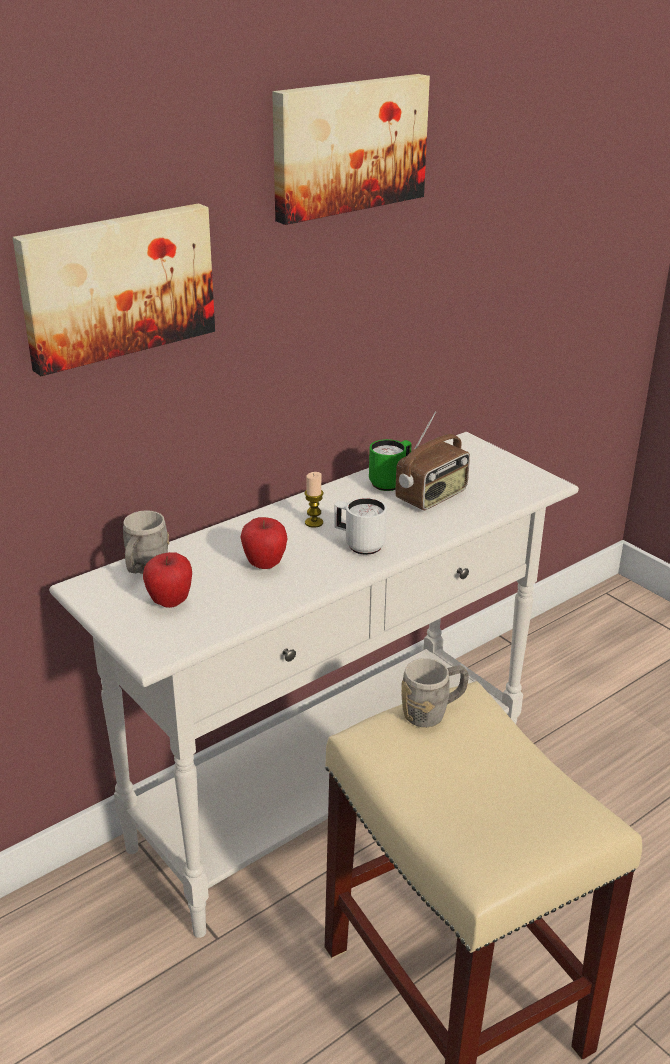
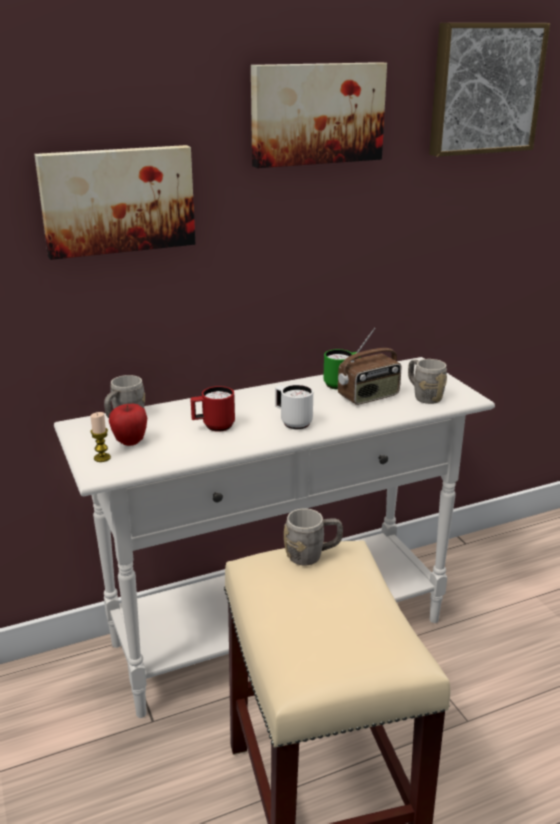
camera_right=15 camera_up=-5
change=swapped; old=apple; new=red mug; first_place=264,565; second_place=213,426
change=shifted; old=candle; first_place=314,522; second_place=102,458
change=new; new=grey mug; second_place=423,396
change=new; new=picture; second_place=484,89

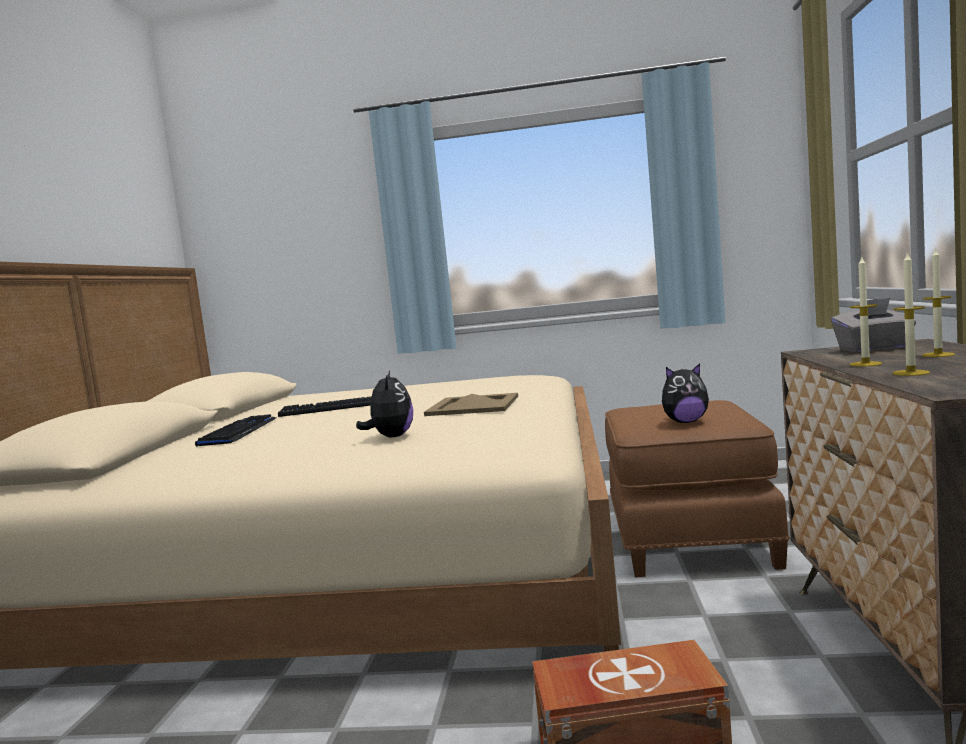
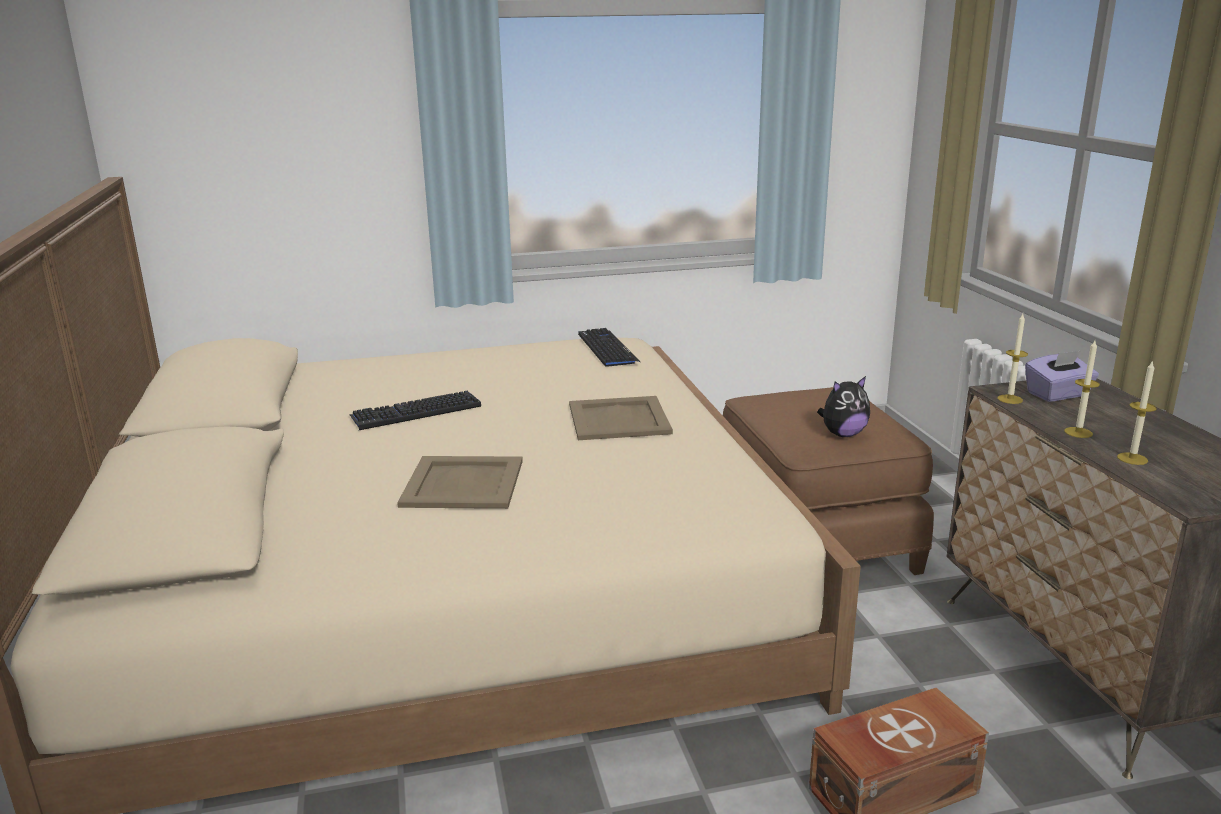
camera_right=-20 camera_up=15
change=shifted; old=keyboard; first_place=239,432; second_place=607,349
change=gone; old=plush toy; first_place=391,437
change=repainted; old=grey tissue box; new=purple tissue box; first_place=874,349; second_place=1058,395
change=shifted; old=candle; first_place=938,355; second_place=1010,399
change=new; new=beige tray; second_place=464,483

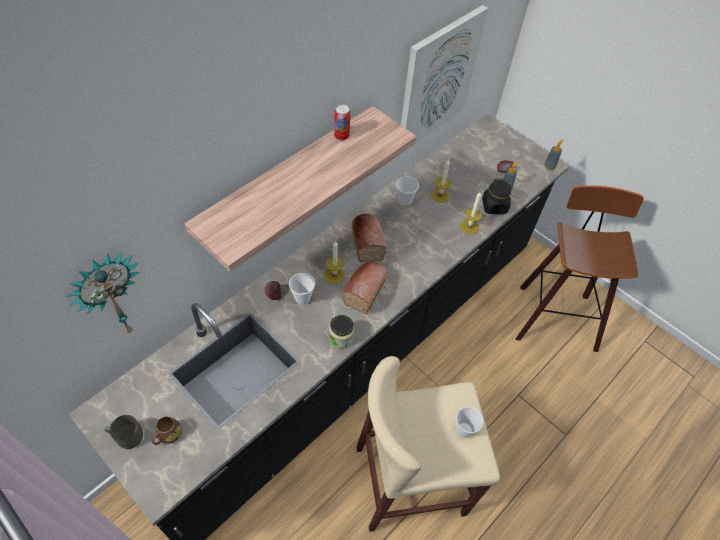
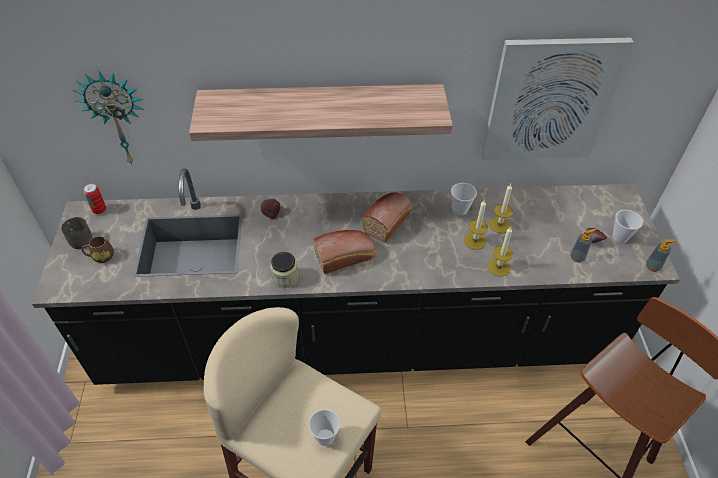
camera_right=45 camera_up=-5
change=shifted; old=cup; first_place=302,298; second_place=620,237
change=shifted; old=candle; first_place=334,275; second_place=475,241
change=shifted; old=can; first_place=341,136; second_place=99,210
change=gone; old=black jar; first_place=494,206

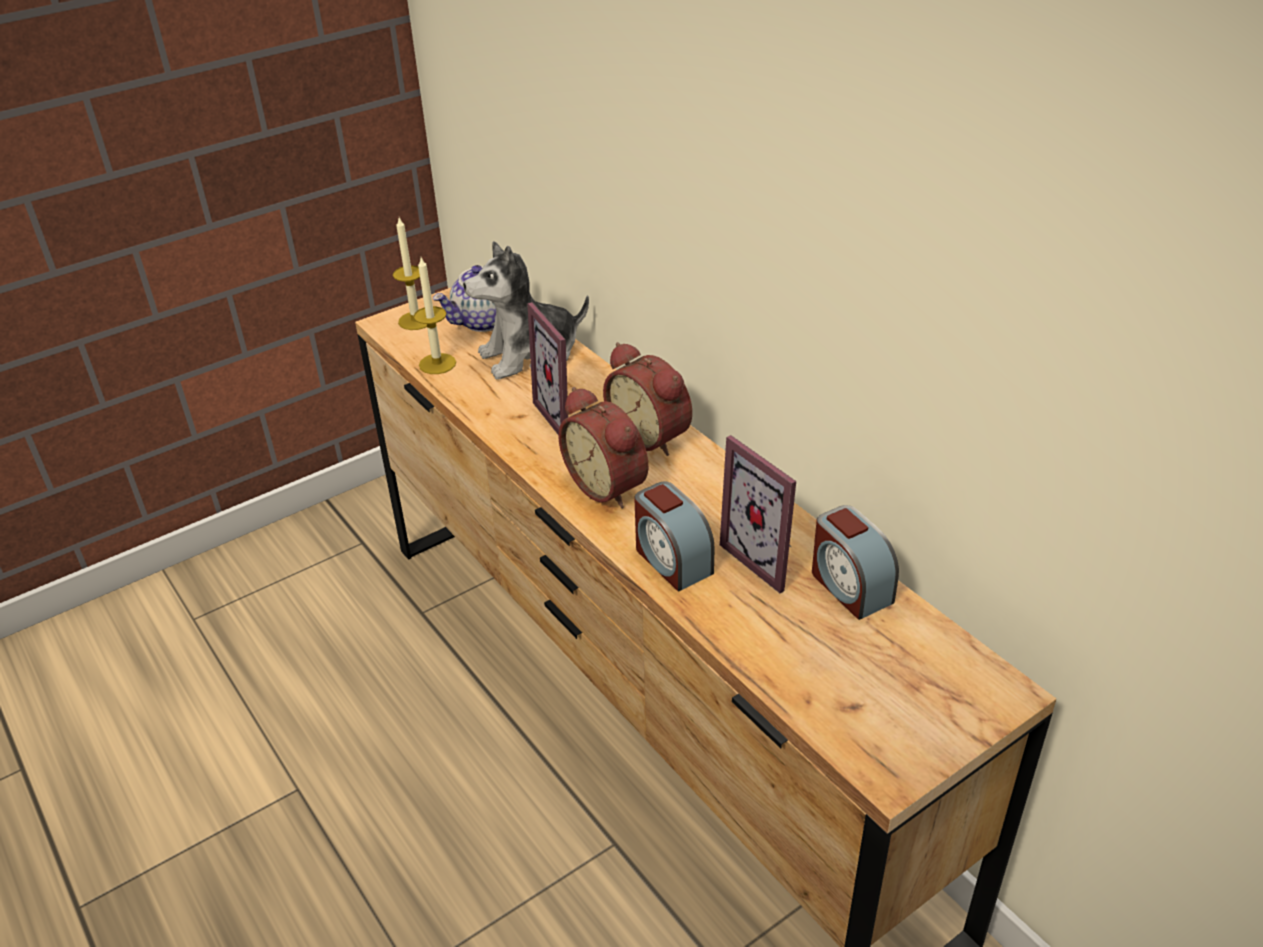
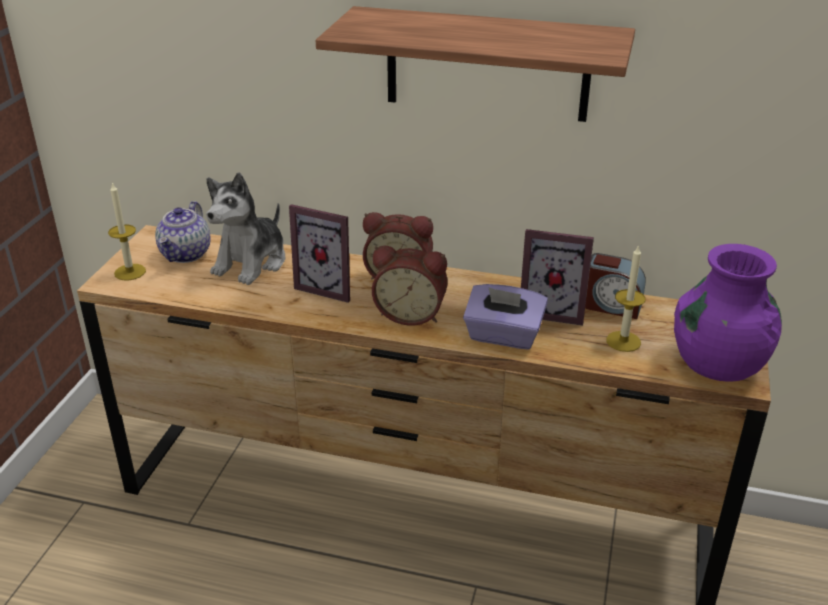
camera_right=-40 camera_up=-5
change=shifted; old=candle; first_place=437,364; second_place=623,341
change=swapped; old=alarm clock; new=purple tissue box; first_place=671,560; second_place=503,336
change=new; new=shelf; second_place=487,64
change=new; new=purple vase; second_place=717,365

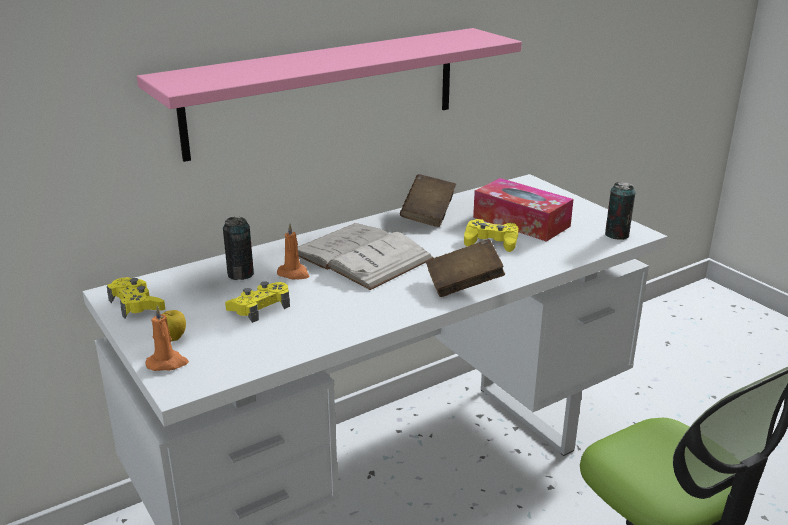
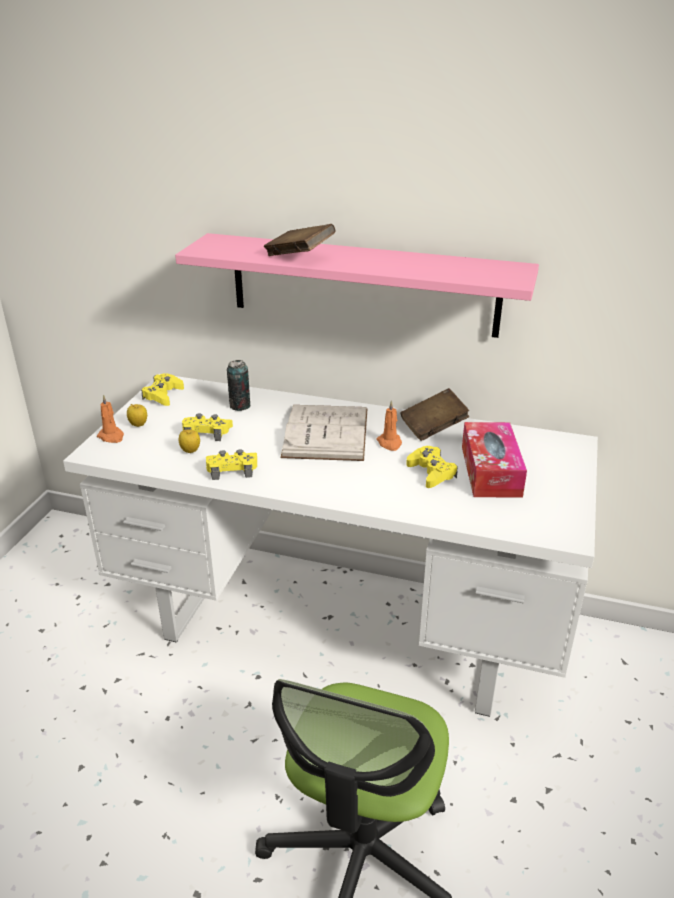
camera_right=50 camera_up=5
change=shifted; old=orange candle; first_place=294,274; second_place=390,443
change=shifted; old=brown book; first_place=464,284; second_place=299,256
change=gone; old=can; first_place=616,235
change=new; new=apple; second_place=190,451
change=new; new=yellow game controller; second_place=232,469

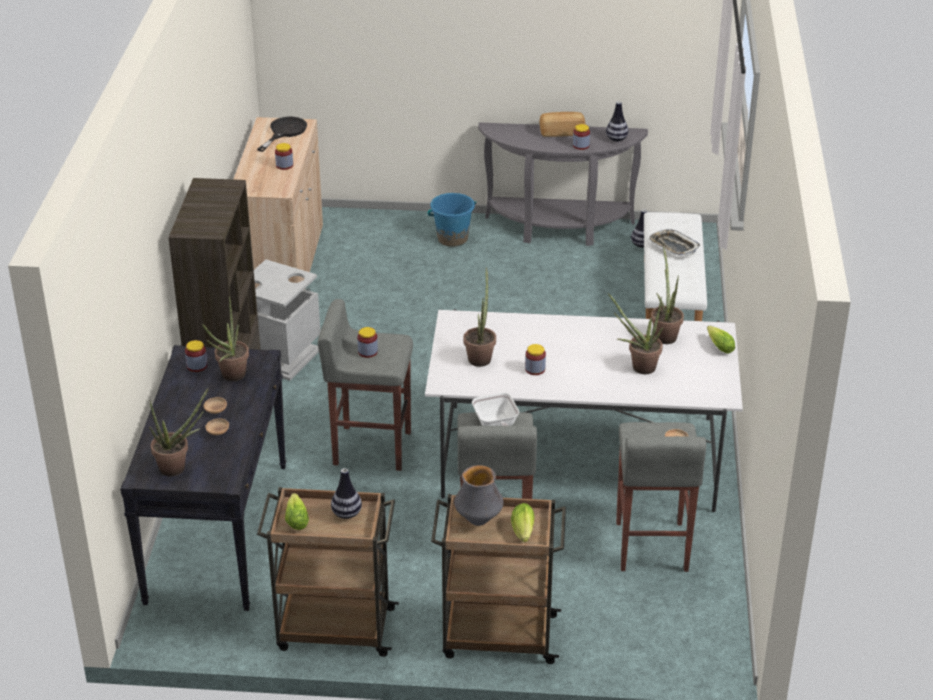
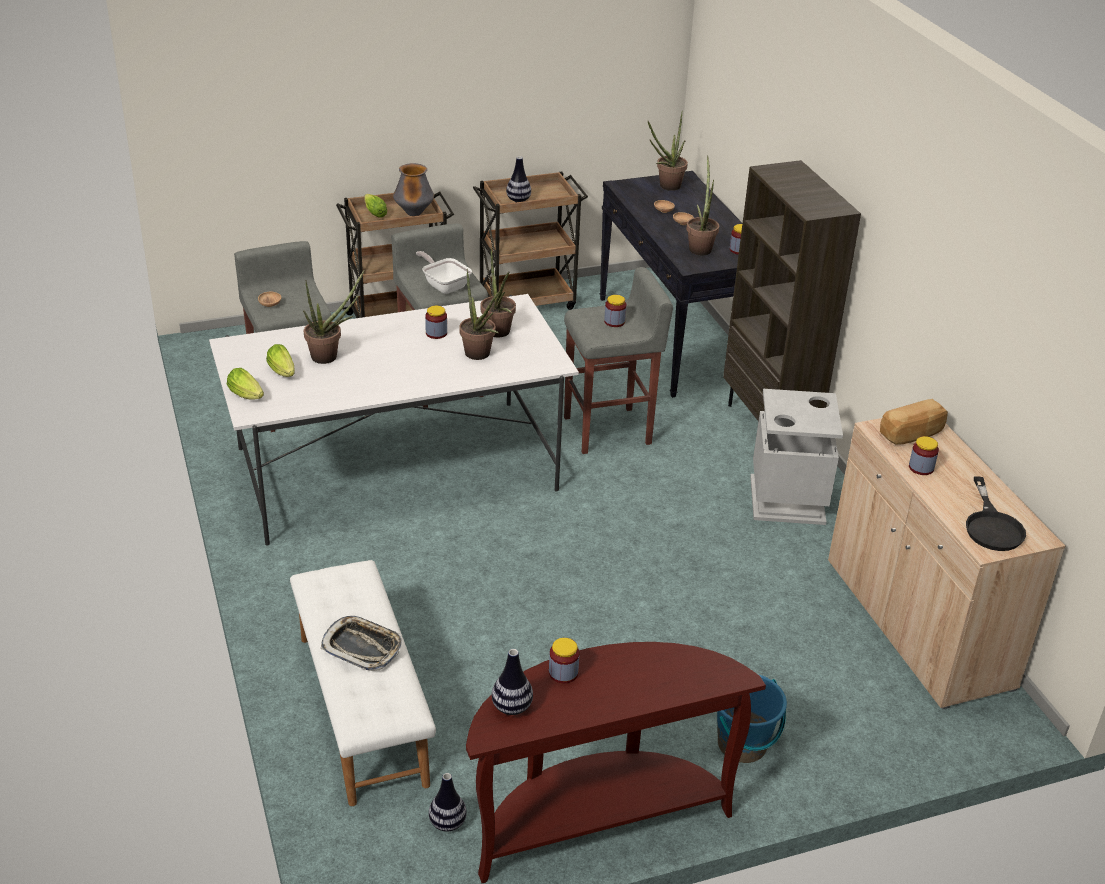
camera_right=155 camera_up=0
change=shifted; old=lettuce; first_place=296,518; second_place=283,372
change=repainted; old=grey console table; new=brown console table; first_place=558,229; second_place=596,818
change=shifted; old=bread; first_place=562,132; second_place=912,434
change=shifted; old=potted plant; first_place=664,334; second_place=480,356

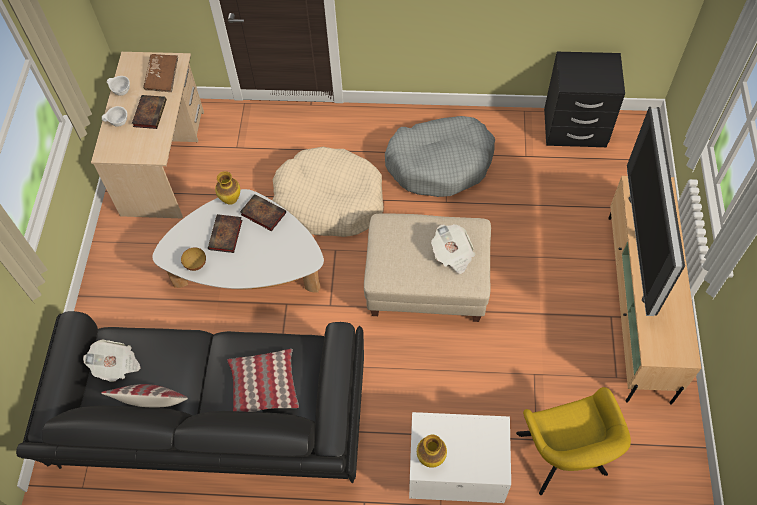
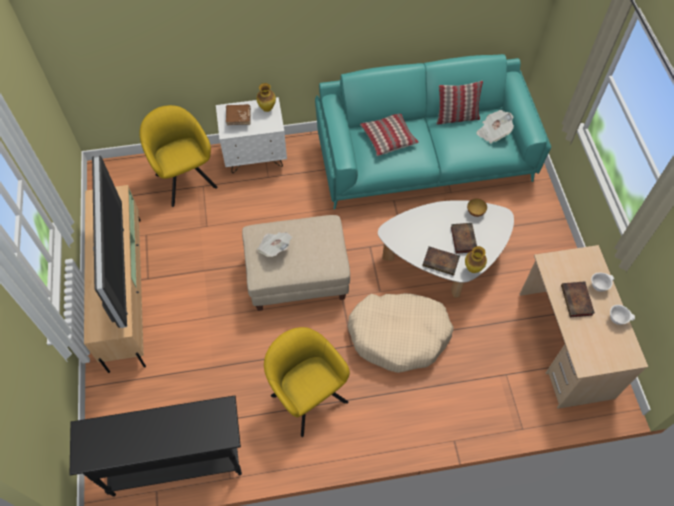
camera_right=165 camera_up=0
change=repainted; old=black sofa; new=turquoise sofa; first_place=212,421; second_place=424,158
change=shifted; old=brown book; first_place=163,78; second_place=238,118
change=swapped; old=grey dog bed; new=yellow armchair; first_place=440,163; second_place=307,395
change=swapped; old=black nightstand; new=black console table; first_place=574,129; second_place=175,464

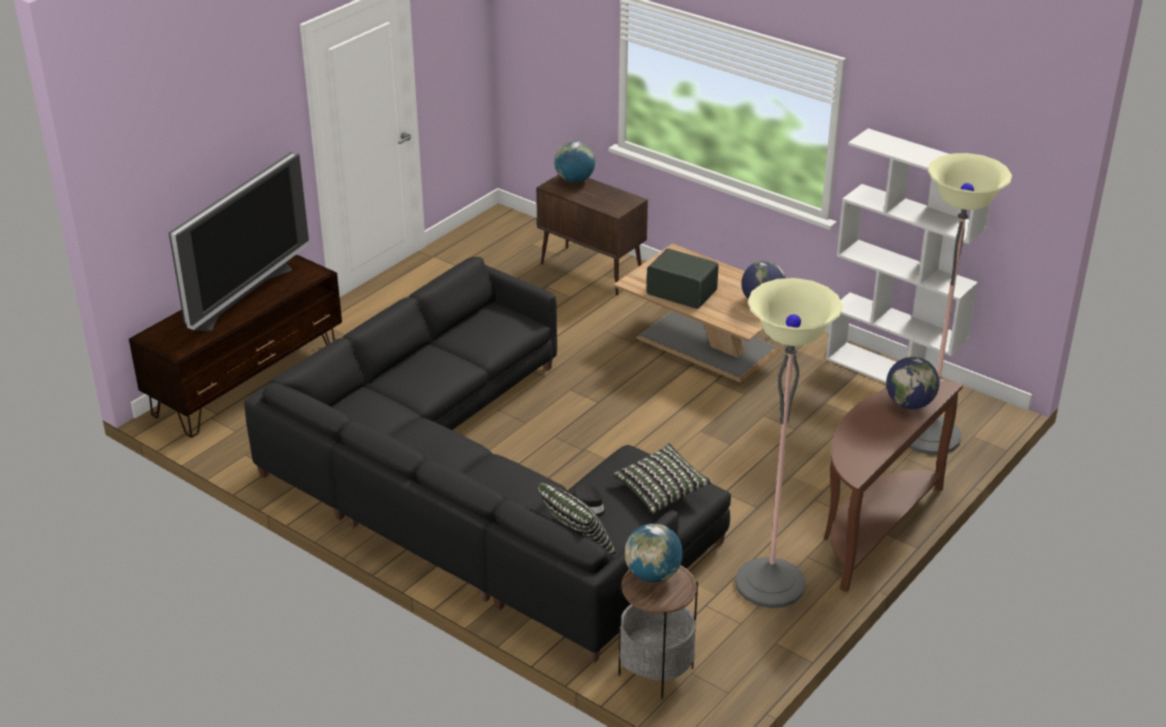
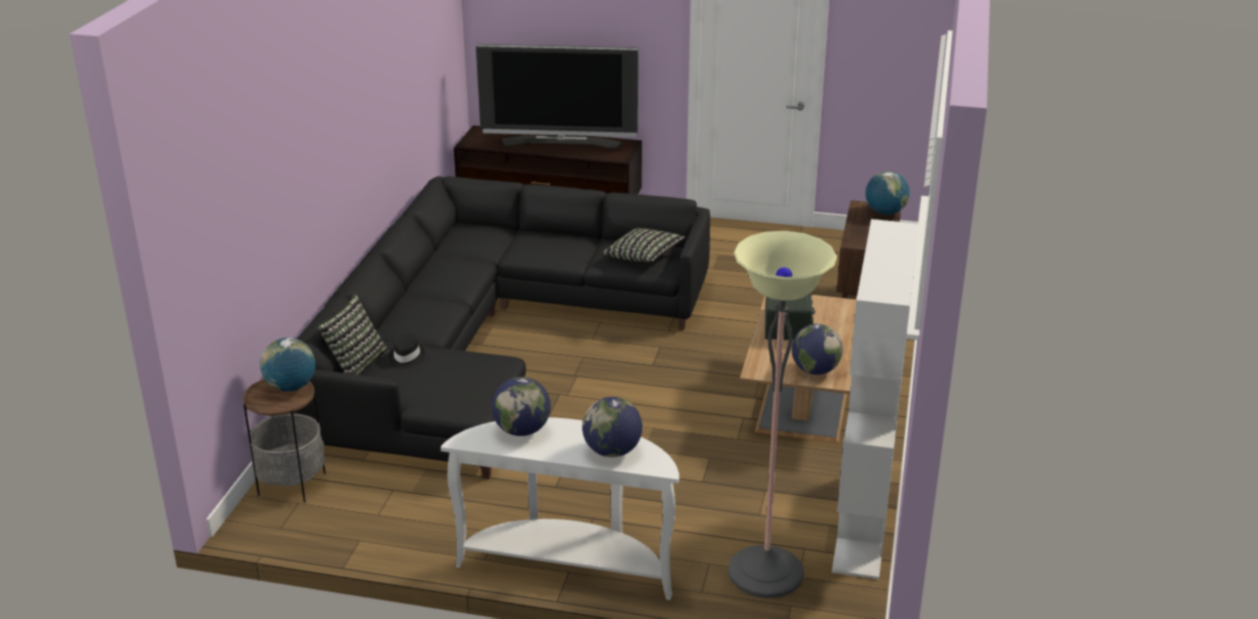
camera_right=65 camera_up=-5
change=shifted; old=pillow; first_place=661,490; second_place=644,257
change=gone; old=floor lamp; first_place=770,583
change=repainted; old=brown console table; new=white console table; first_place=872,528; second_place=569,564
change=new; new=globe; second_place=522,430

